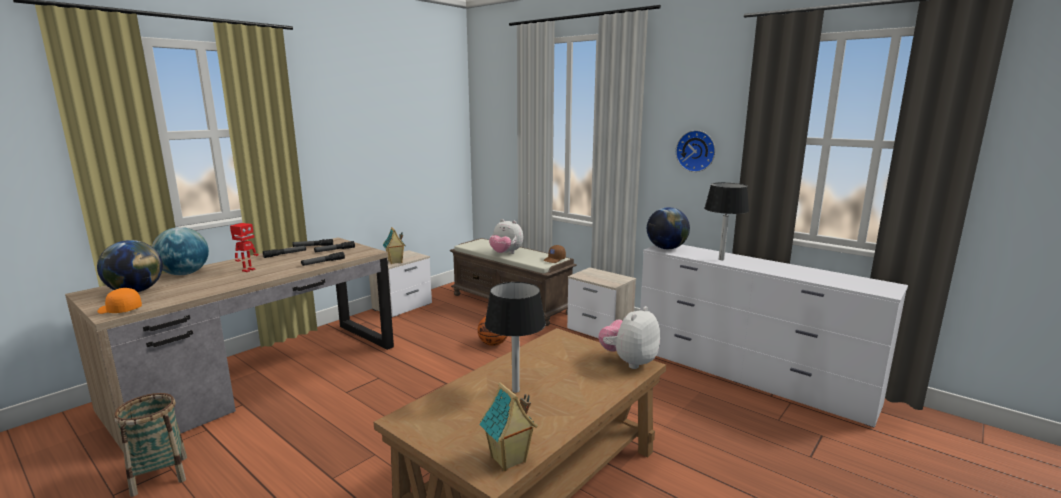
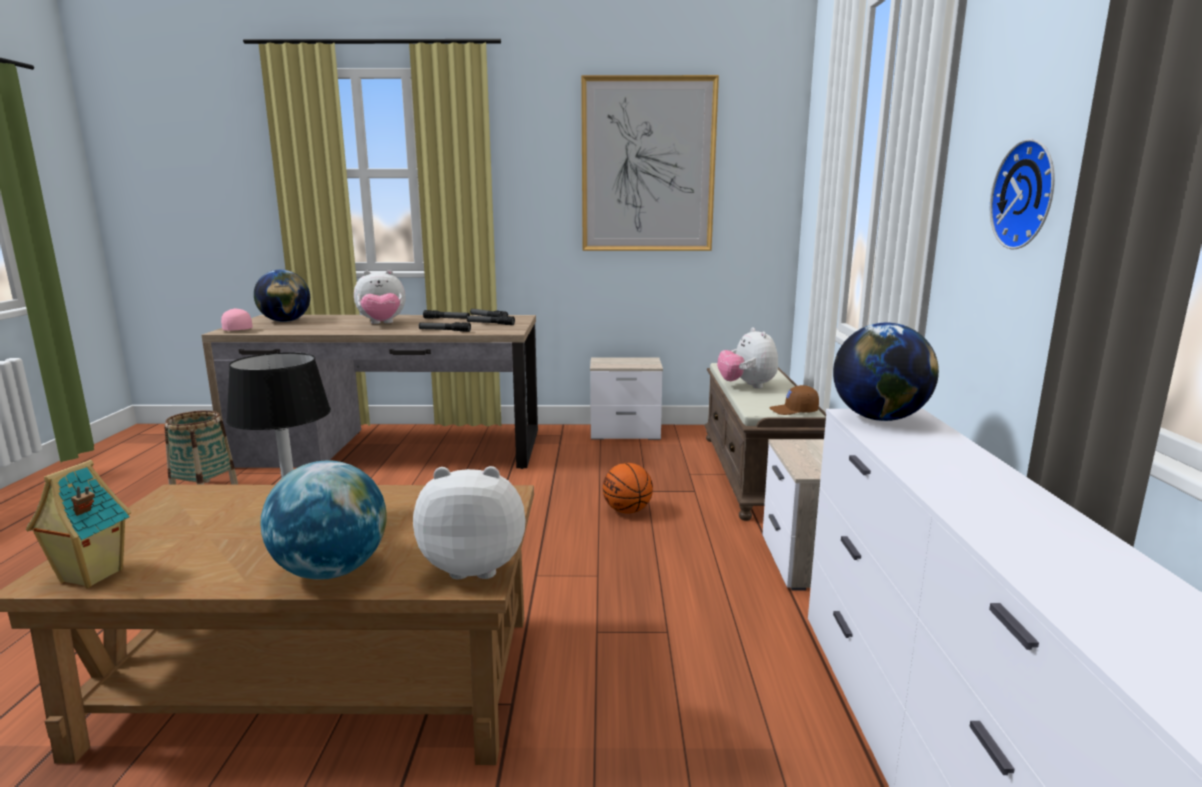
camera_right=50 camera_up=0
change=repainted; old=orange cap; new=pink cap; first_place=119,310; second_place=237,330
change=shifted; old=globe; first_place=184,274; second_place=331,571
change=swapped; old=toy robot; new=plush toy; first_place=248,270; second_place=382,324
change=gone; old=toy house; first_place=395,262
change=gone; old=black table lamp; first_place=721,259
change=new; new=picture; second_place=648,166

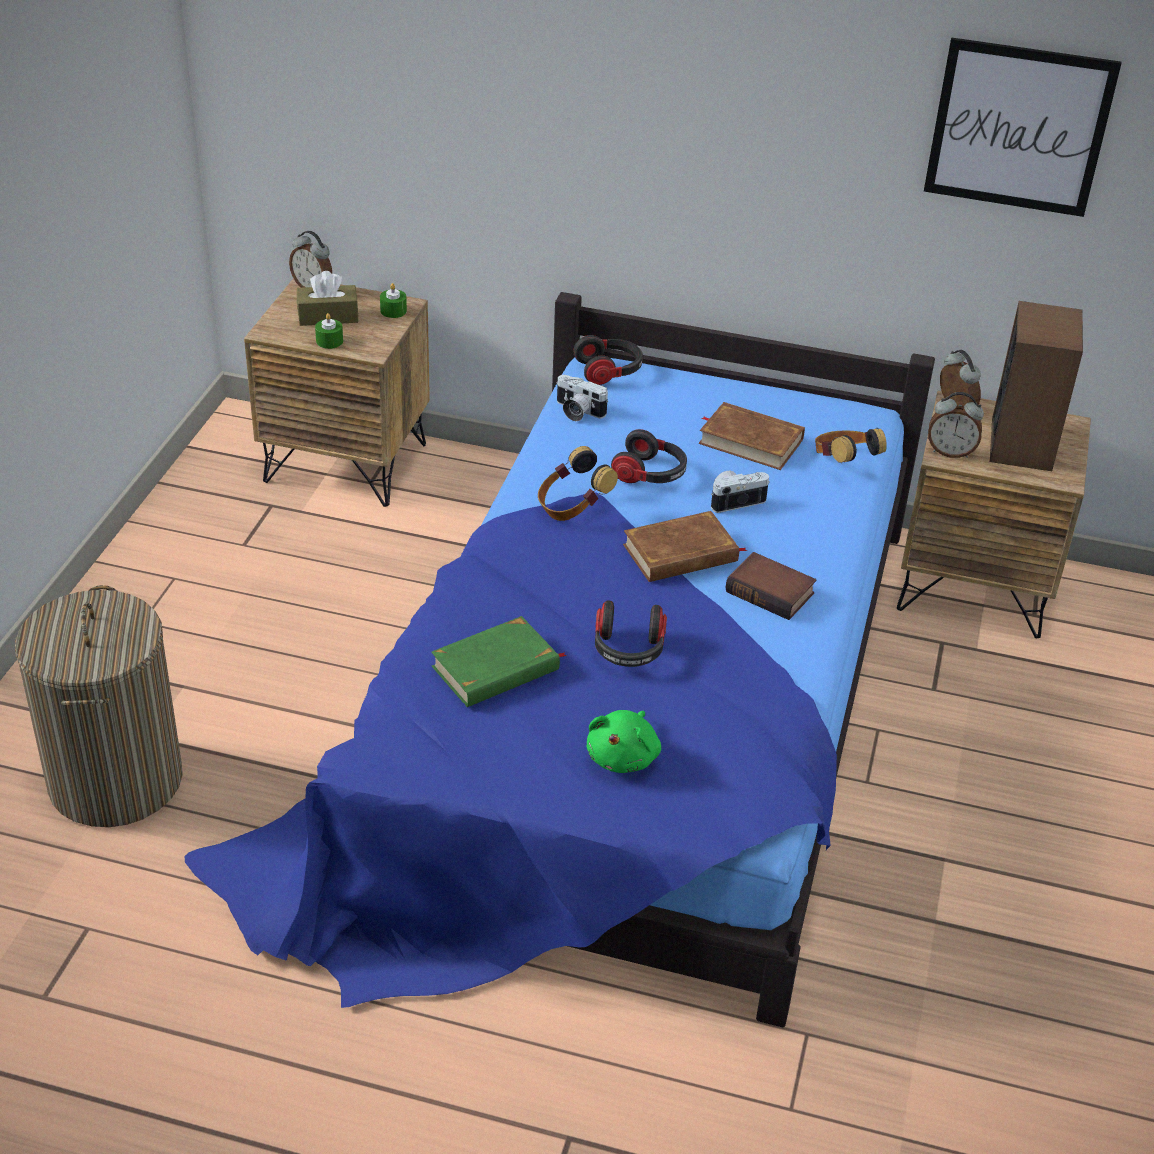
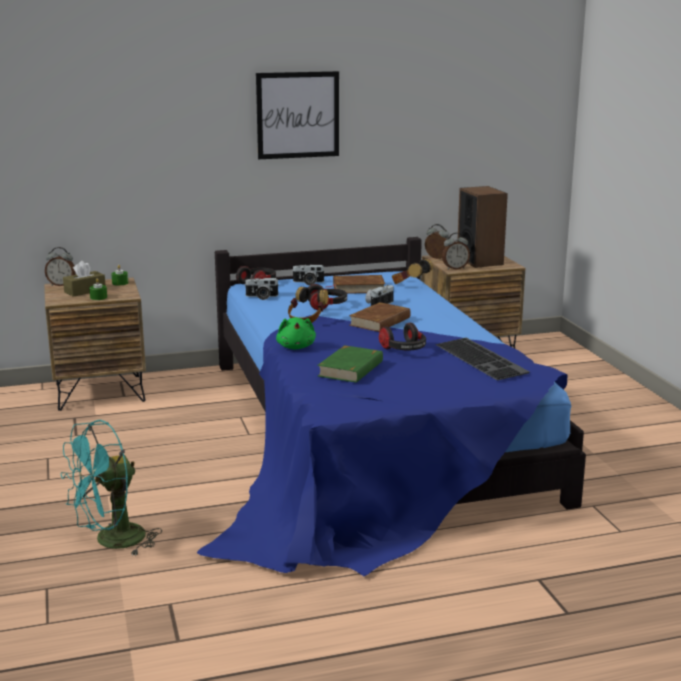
camera_right=-30 camera_up=-20
change=swapped; old=laundry basket; new=turquoise fan; first_place=116,780; second_place=111,542
change=shifted; old=green plush toy; first_place=624,757; second_place=296,347
change=gone; old=book; first_place=772,592
change=shifted; old=picture; first_place=1019,127; second_place=298,115
change=new; new=photo camera; second_place=308,283
change=new; new=keyboard; second_place=483,359

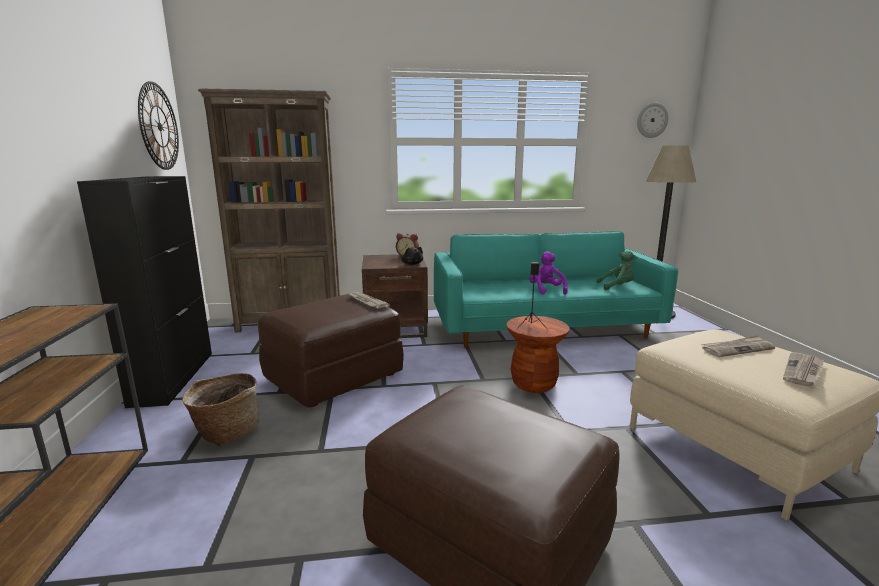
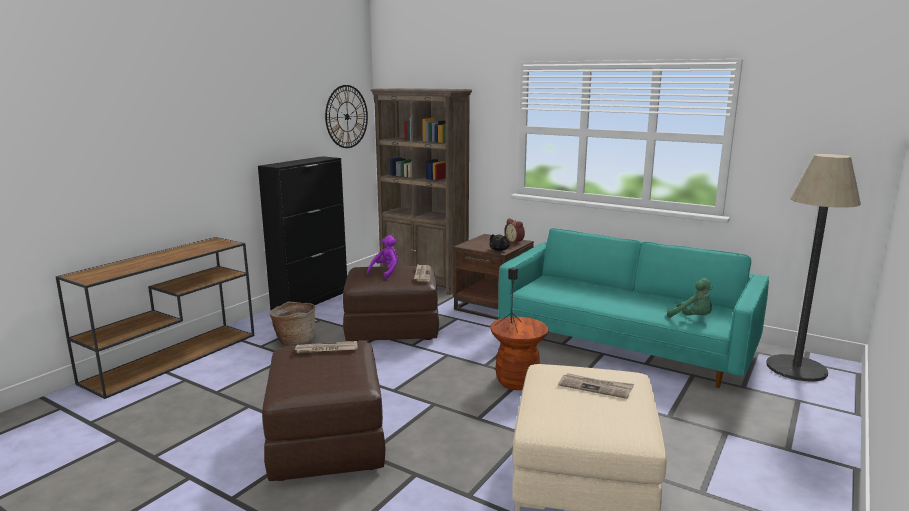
camera_right=40 camera_up=0
change=shifted; old=purple plush toy; first_place=546,290; second_place=386,272
change=gone; old=wall clock; first_place=652,120
change=shifted; old=newspaper; first_place=803,371; second_place=326,349

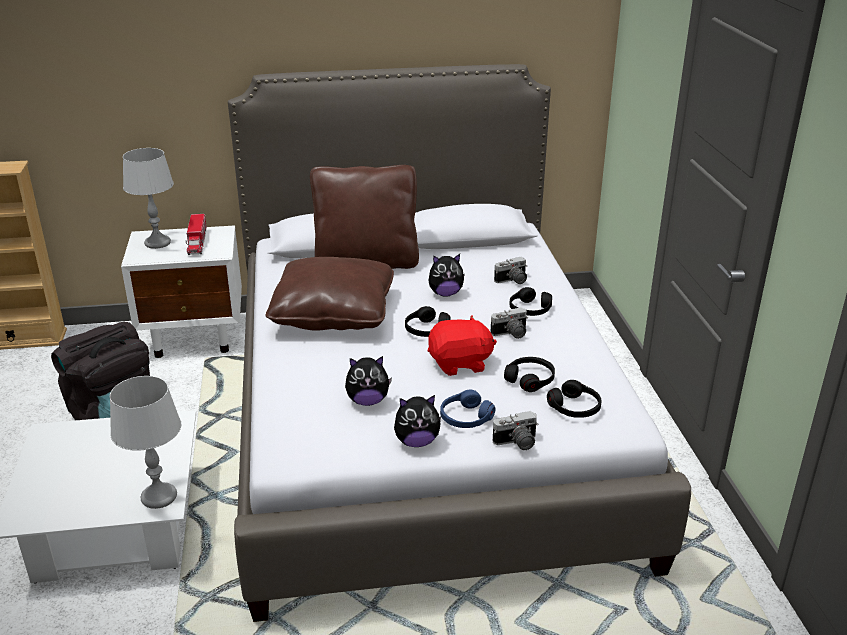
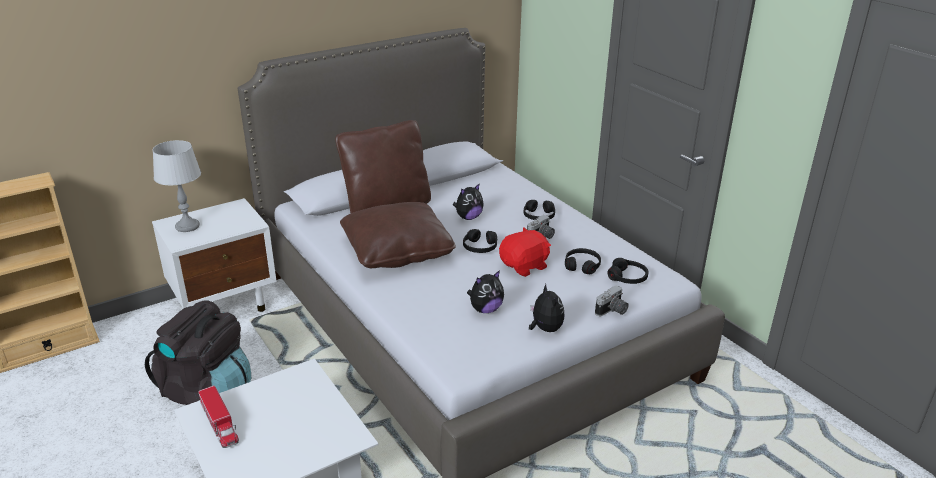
camera_right=-25 camera_up=0
change=gone; old=grey table lamp; first_place=159,497
change=shifted; old=toy truck; first_place=197,242; second_place=220,424
change=rotated; old=plush toy; first_place=417,441; second_place=545,329; degrees=-75
change=gone; old=blue headphones; first_place=465,418
change=gone; old=photo camera; first_place=512,281

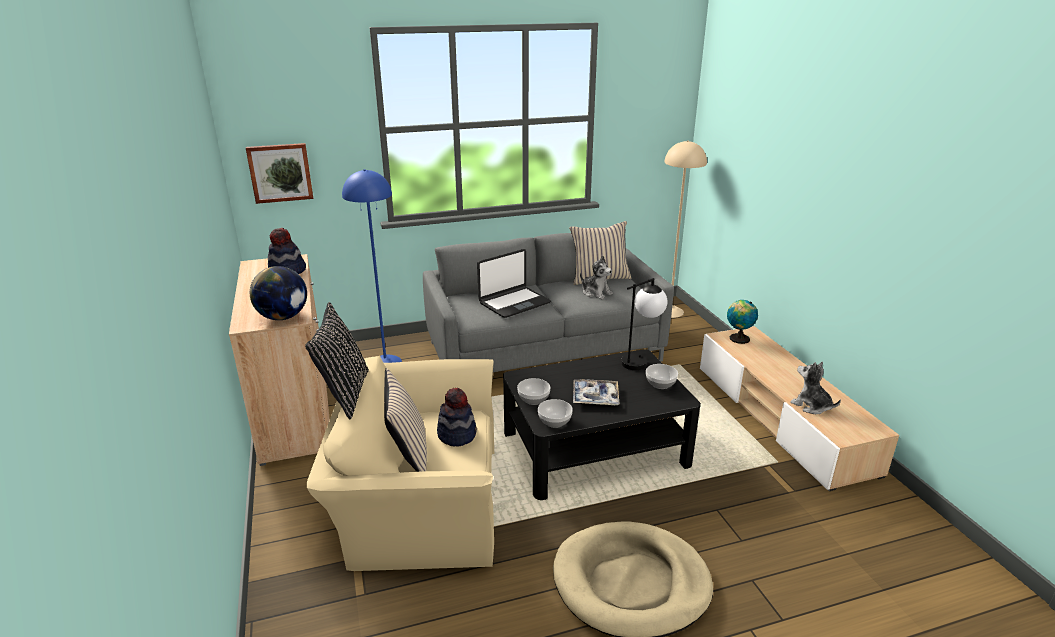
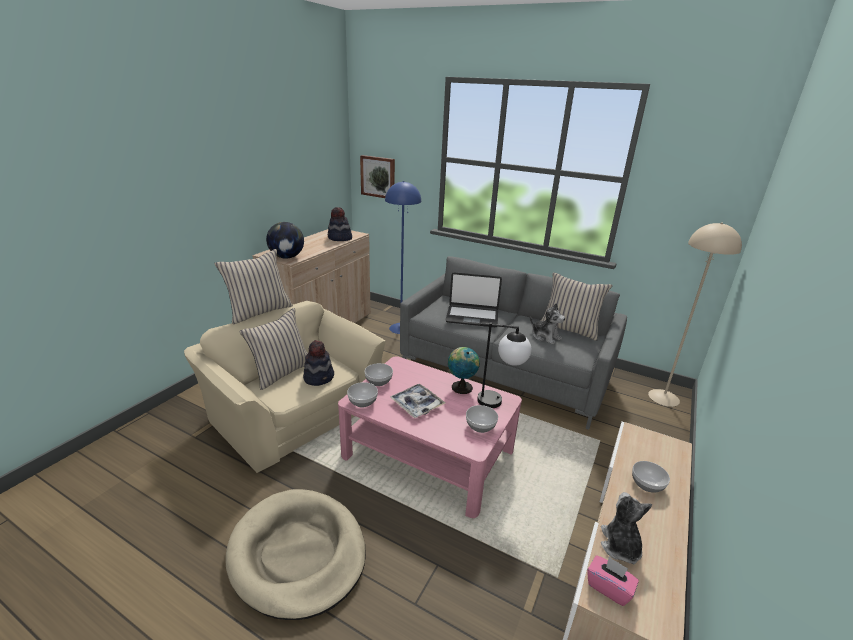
camera_right=45 camera_up=0
change=repainted; old=black pillow; new=beige pillow; first_place=344,394; second_place=259,312
change=repainted; old=black coffee table; new=pink coffee table; first_place=595,448; second_place=429,453
change=rotated; old=plush toy; first_place=596,293; second_place=545,337; degrees=-45
change=shifted; old=globe; first_place=738,338; second_place=461,387
change=new; new=pink tissue box; second_place=609,587
change=new; new=bowl; second_place=646,484

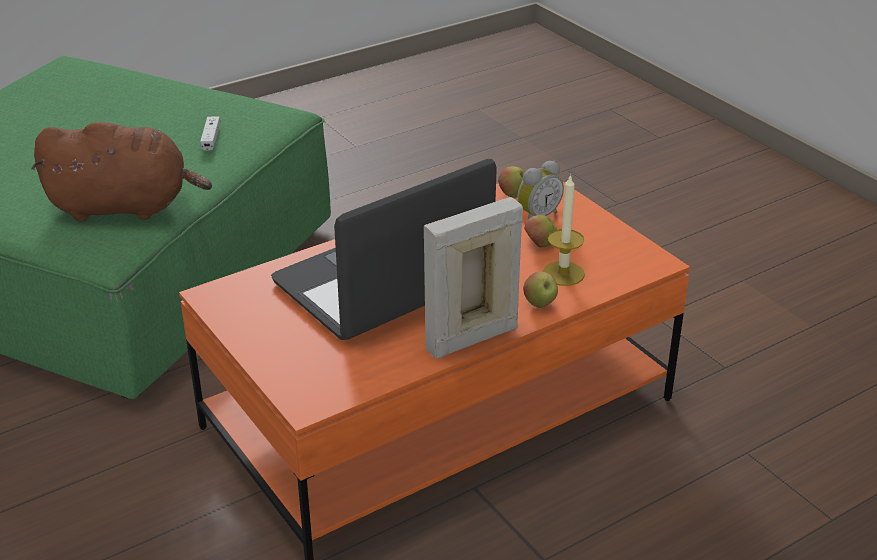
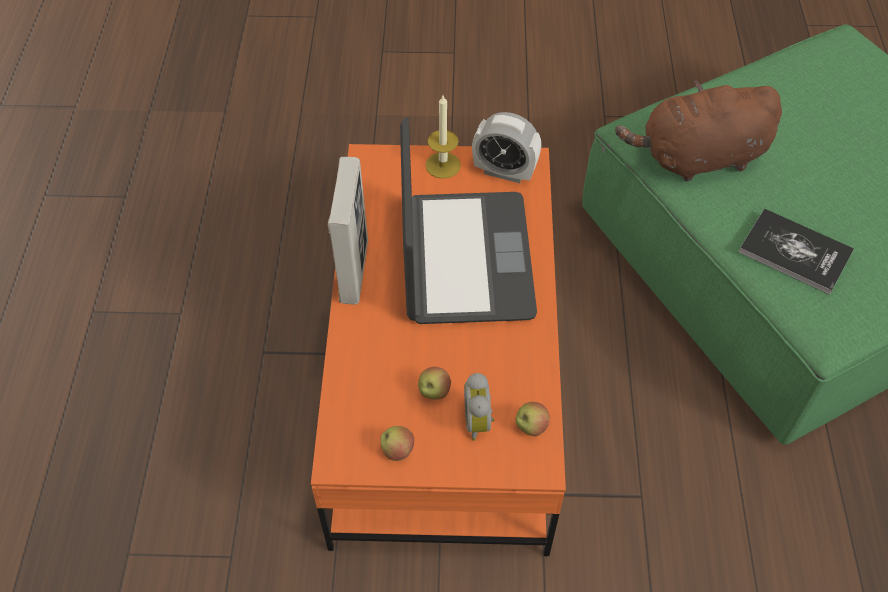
camera_right=125 camera_up=20
change=rotated; old=brown plush toy; first_place=125,207; second_place=697,158; degrees=45
change=swapped; old=white game controller; new=book; first_place=211,138; second_place=795,252
change=shifted; old=apple; first_place=540,304; second_place=398,450
change=shifted; old=candle; first_place=563,273; second_place=443,165
change=new; new=alarm clock; second_place=504,172

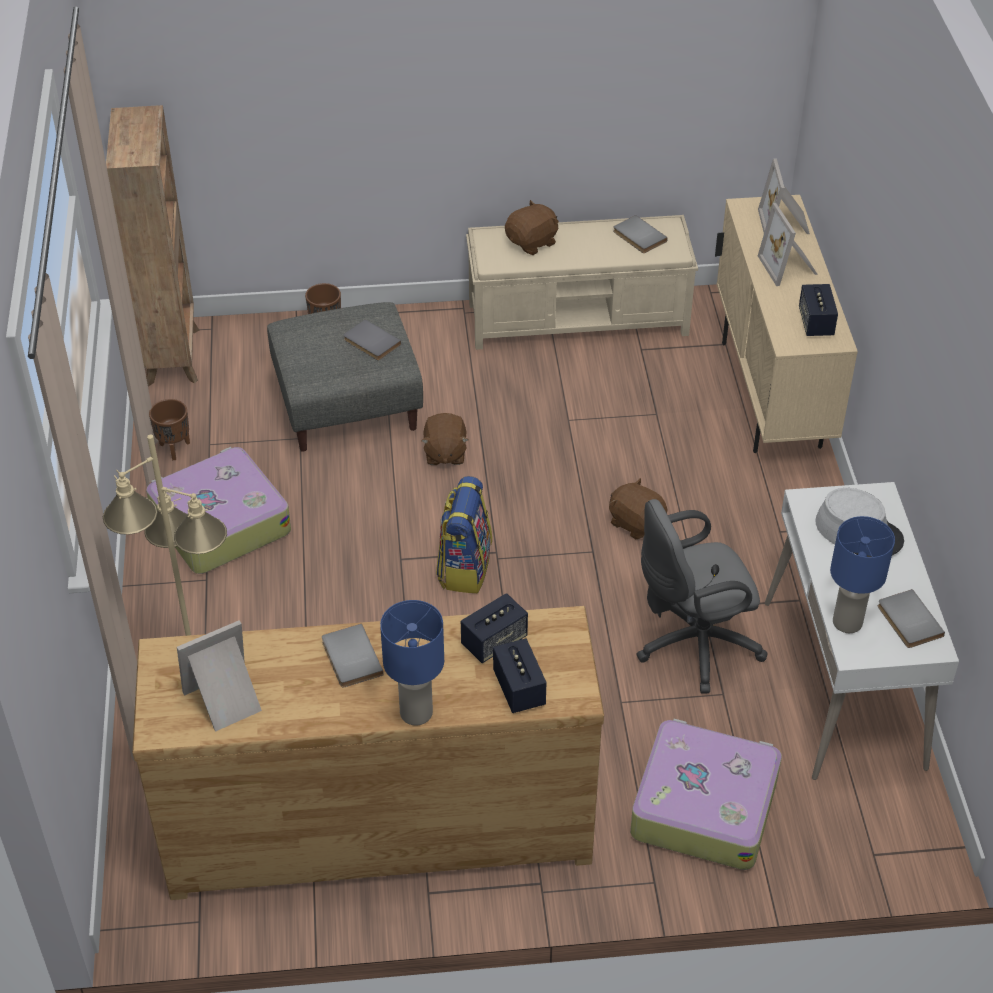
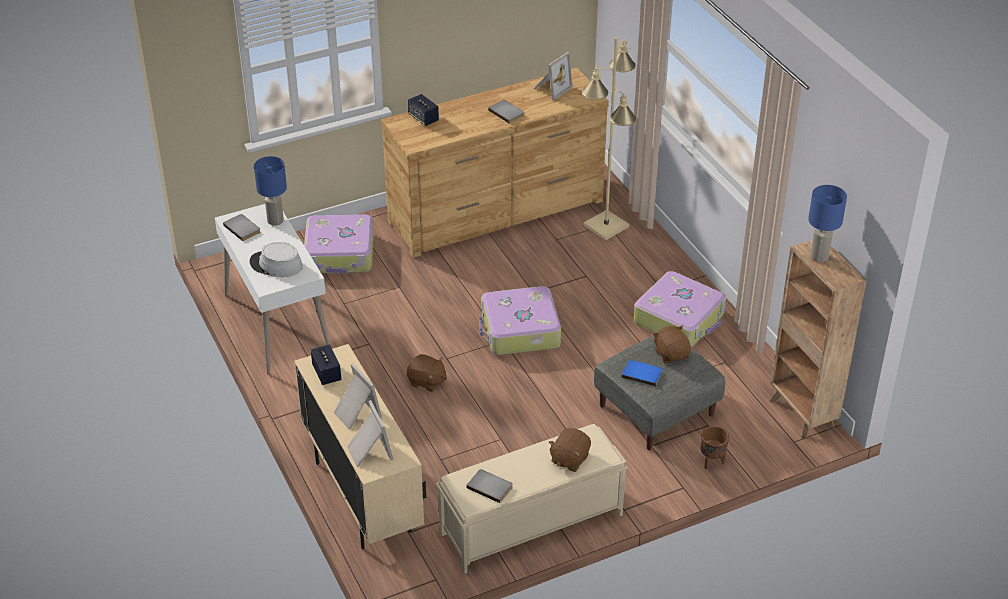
camera_right=160 camera_up=-5
change=gone; old=brown planter; first_place=174,448
change=repainted; old=grey book; new=blue book; first_place=370,343; second_place=642,373
change=shifted; old=blue table lamp; first_place=416,712; second_place=819,257
change=shifted; old=brown plush toy; first_place=444,453; second_place=671,354
change=swapped; old=backpack; new=suitcase; first_place=464,567; second_place=519,331
change=gone; old=speaker; first_place=494,641
change=gone; old=grey office chair; first_place=692,645

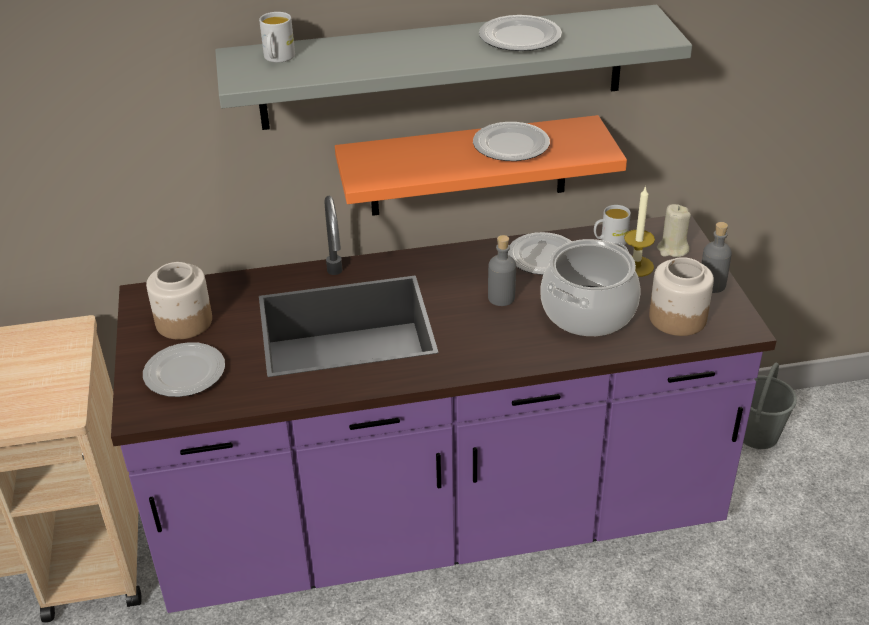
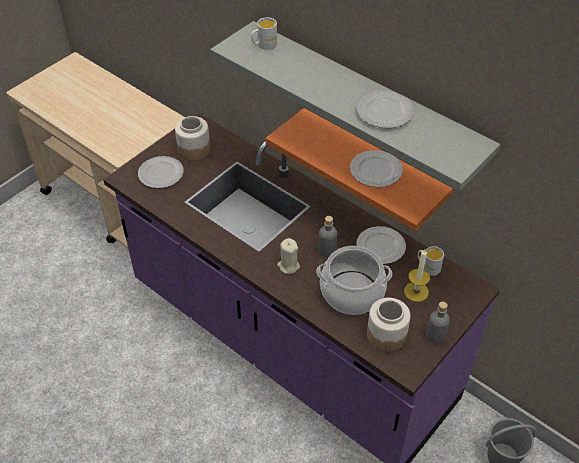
camera_right=50 camera_up=10
change=shifted; old=beige candle; first_place=672,249; second_place=288,266

